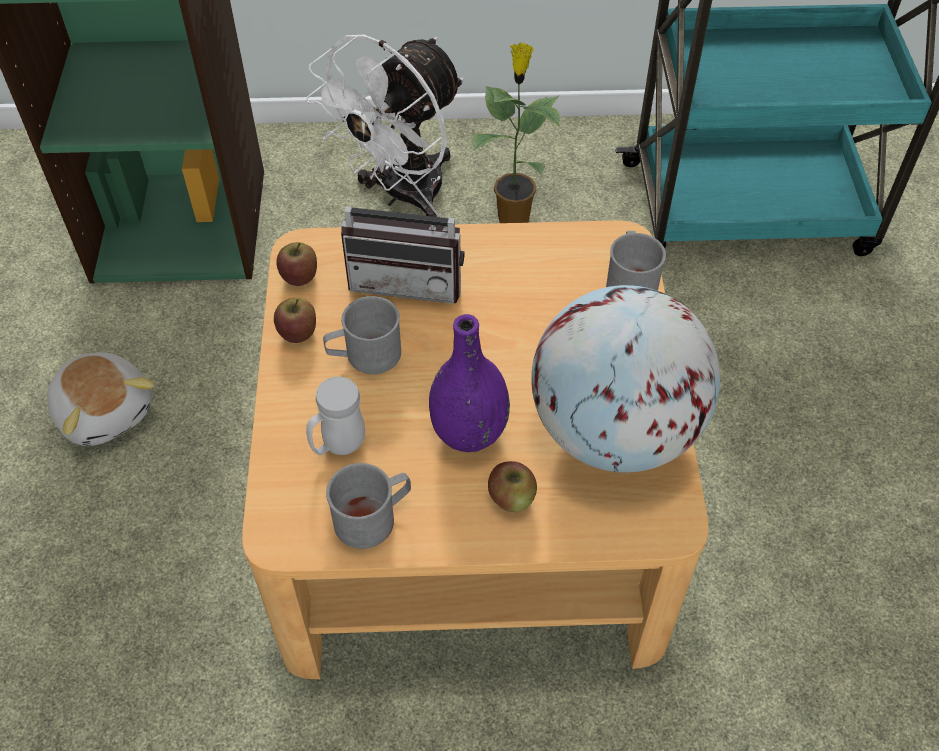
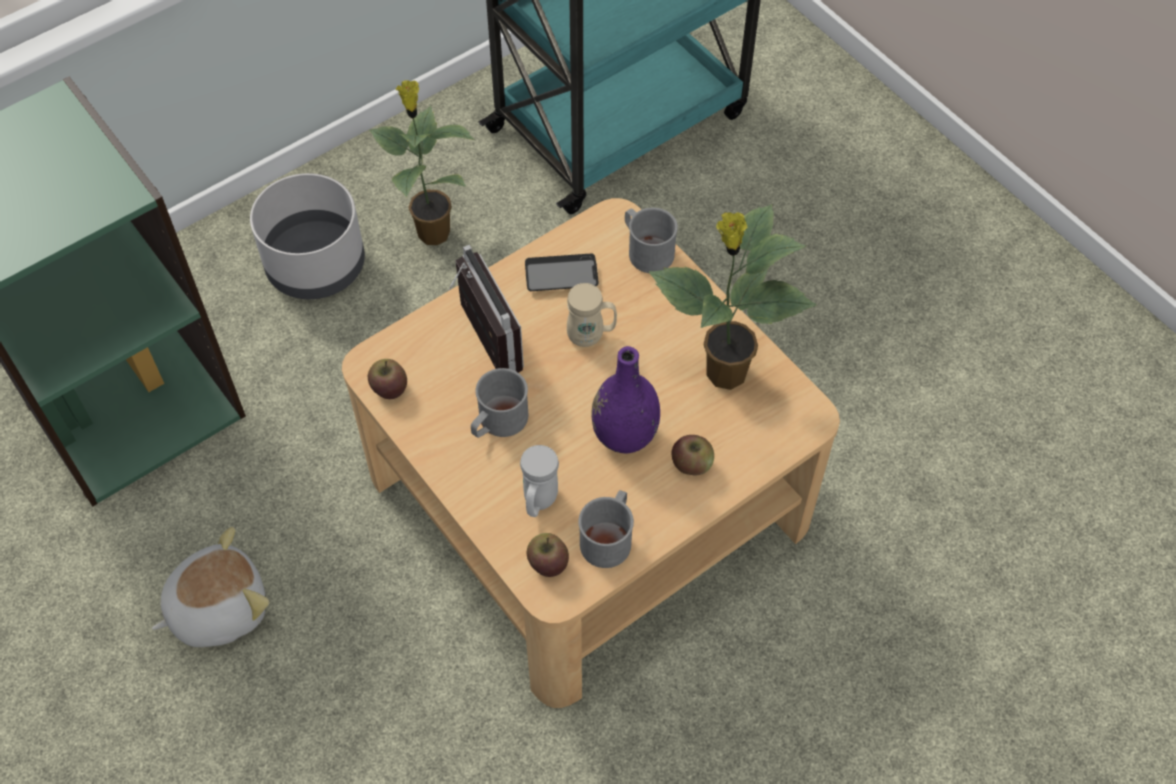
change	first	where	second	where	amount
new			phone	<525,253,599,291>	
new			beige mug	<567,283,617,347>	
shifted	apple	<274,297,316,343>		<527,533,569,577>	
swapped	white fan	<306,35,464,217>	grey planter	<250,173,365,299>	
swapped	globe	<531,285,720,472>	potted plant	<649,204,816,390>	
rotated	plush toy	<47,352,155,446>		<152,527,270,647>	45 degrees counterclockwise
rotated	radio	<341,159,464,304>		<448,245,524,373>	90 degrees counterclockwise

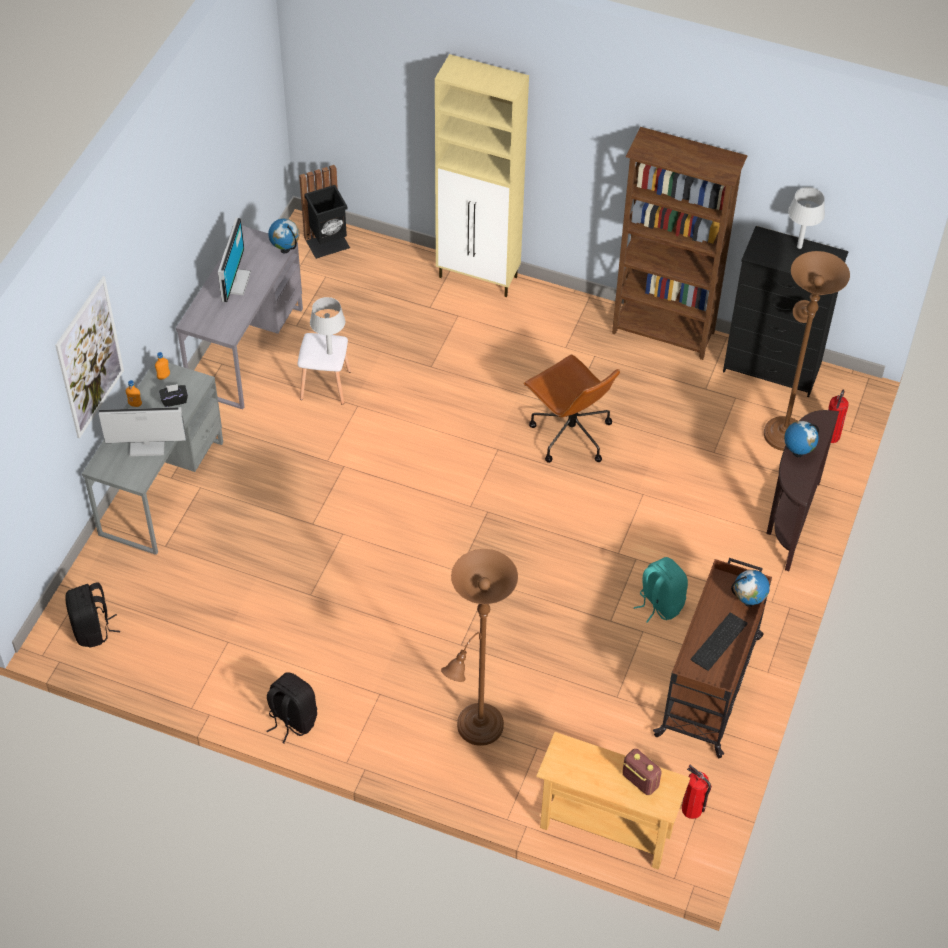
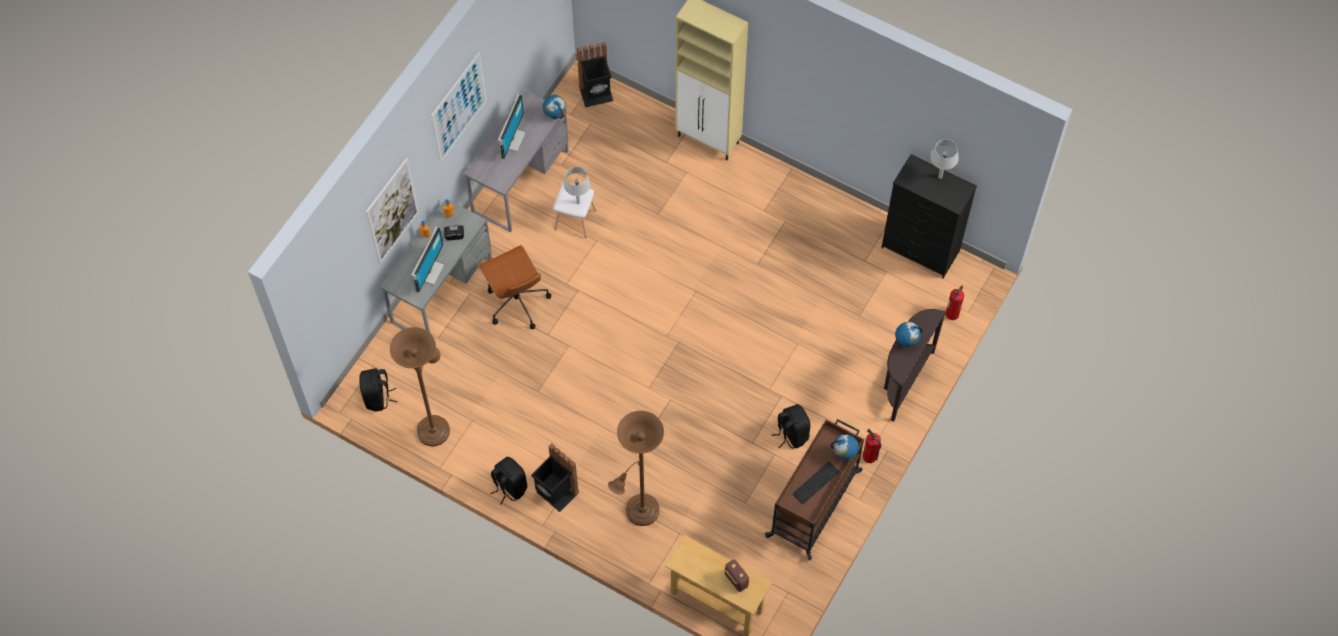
change	first	where	second	where	amount
gone	brown bookcase	<612,127,748,360>			
new			picture	<431,52,487,162>	
new			black trash can	<531,443,579,512>	
shifted	brown office chair	<523,355,620,463>		<479,245,551,329>	
shifted	fire extinguisher	<682,765,712,819>		<863,428,882,463>	
shifted	brown floor lamp	<764,251,850,451>		<390,327,450,446>	
repainted	turquoise backpack	<633,557,688,623>	black backpack	<771,404,810,449>	
rotated	monitor	<99,407,186,456>		<411,227,445,293>	105 degrees clockwise

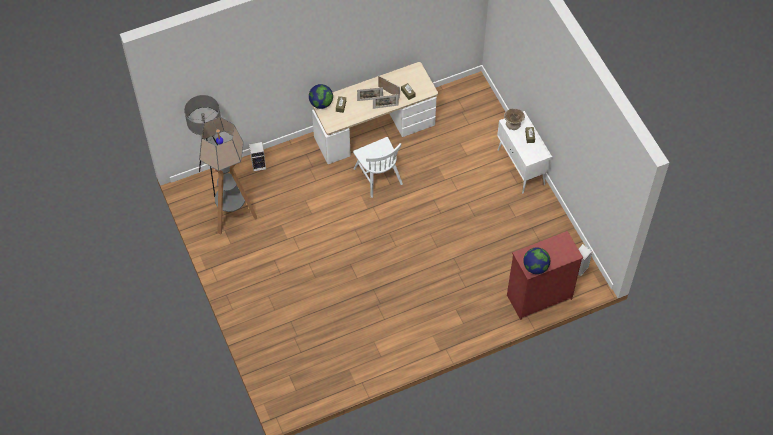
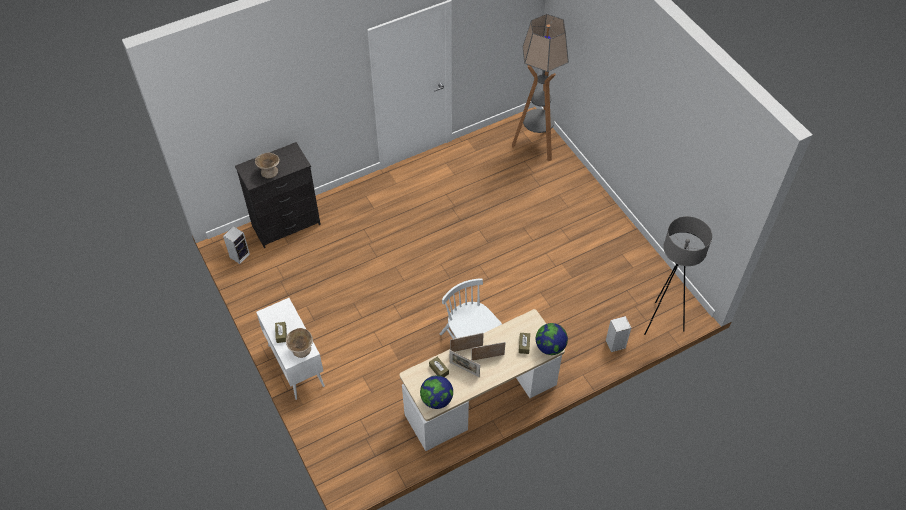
change	first	where	second	where	amount
new			beige bowl	<255,153,280,178>	
shifted	floor lamp	<199,117,257,234>		<512,14,569,162>	
shifted	globe	<523,247,550,274>		<420,375,453,409>	
repainted	red dresser	<507,231,583,320>	black dresser	<235,142,321,248>	

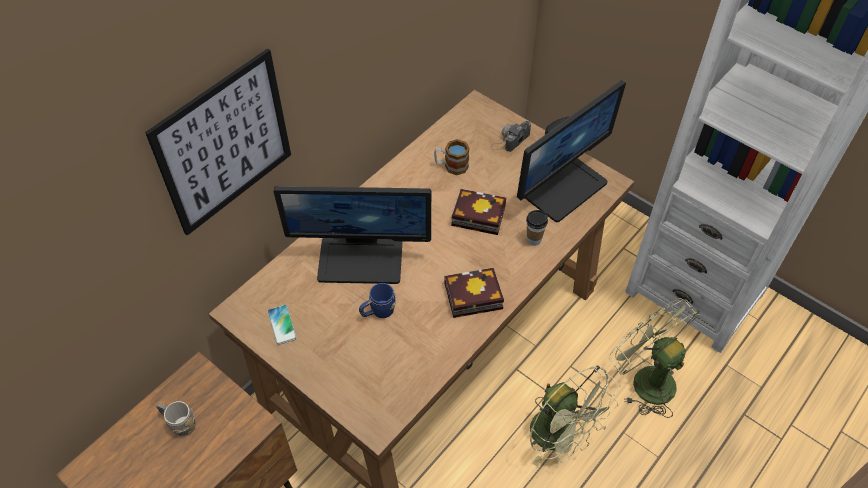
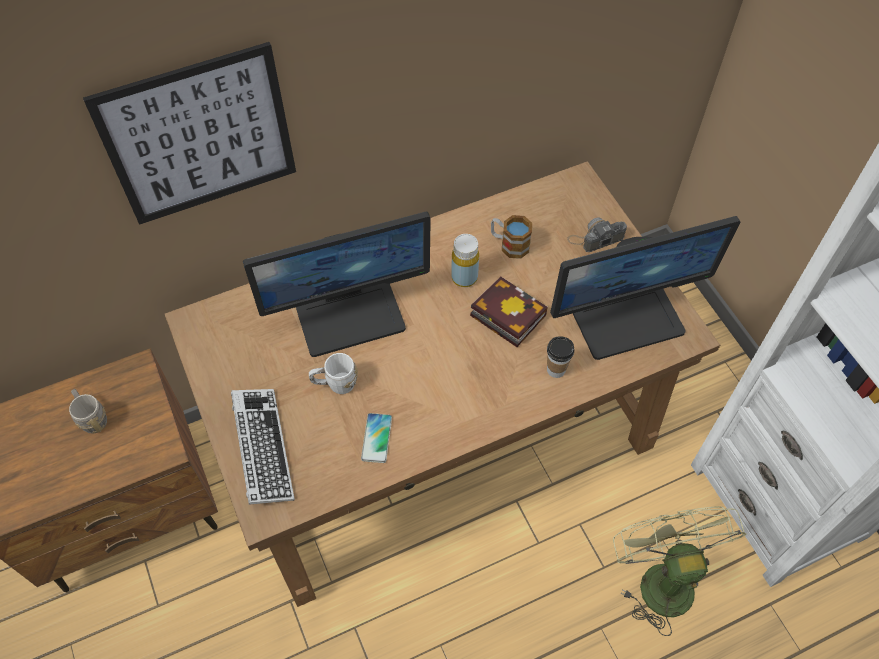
change	first	where	second	where	amount
gone	book	<444,268,504,318>			
gone	green fan	<530,365,620,467>			
new			keyboard	<231,389,295,505>	
new			yellow bottle	<451,234,479,287>	
shifted	phone	<267,305,297,345>		<361,413,392,463>	
repainted	blue mug	<359,283,396,318>	white mug	<309,353,358,394>	
rotated	monitor	<274,186,431,284>		<243,212,431,357>	45 degrees counterclockwise

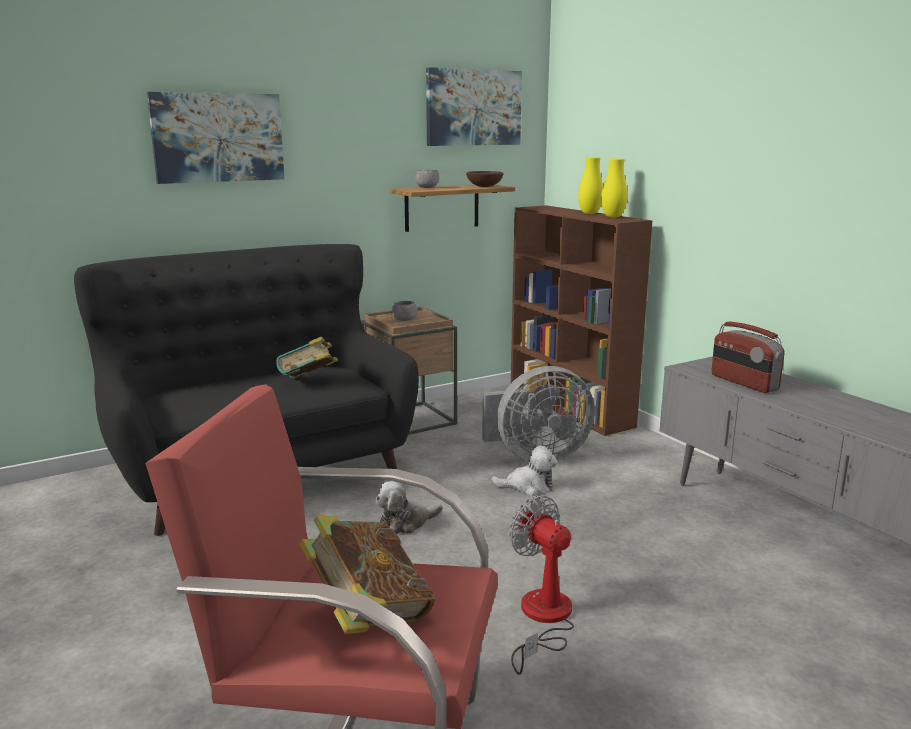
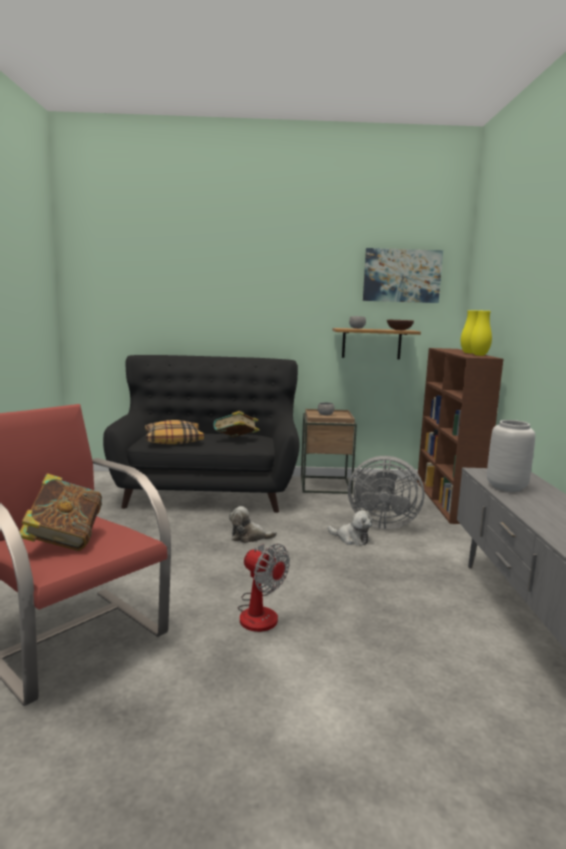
change	first	where	second	where	amount
gone	picture	<147,92,284,184>			
new			pillow	<145,420,204,445>	
swapped	radio	<711,322,785,393>	grey vase	<487,420,535,492>	
rotated	fan	<509,496,574,675>		<238,544,290,632>	135 degrees clockwise

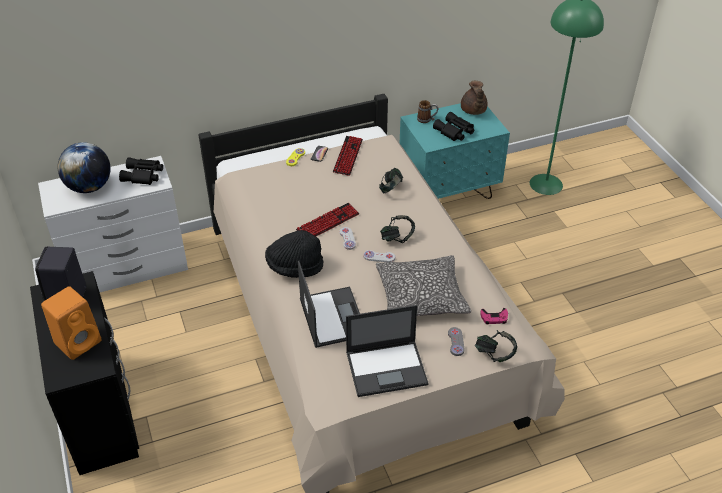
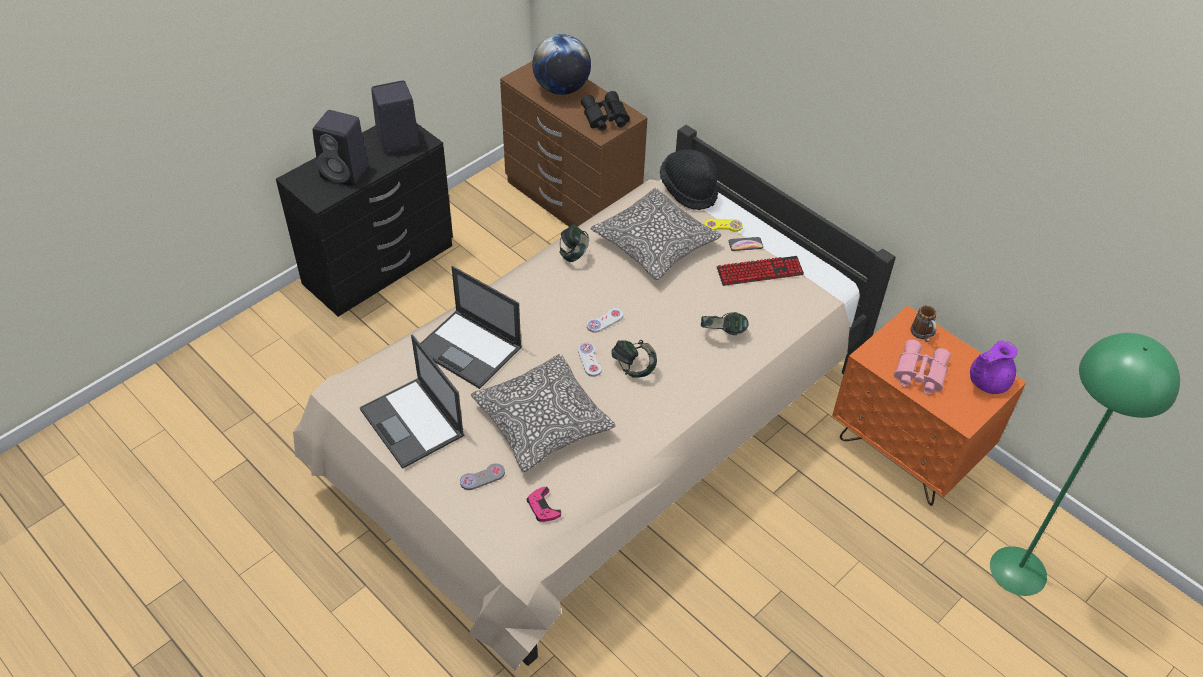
change	first	where	second	where	amount
gone	keyboard	<296,203,359,237>			
new			pillow	<590,188,722,280>	
shifted	black hat	<265,230,324,278>		<660,149,718,210>	
shifted	headphones	<475,330,517,362>		<559,224,589,262>	
repainted	white dresser	<38,156,188,292>	brown dresser	<500,61,647,227>	
repainted	orange speaker	<41,286,102,360>	black speaker	<313,110,368,186>	
repainted	turquoise nightstand	<400,103,510,199>	orange nightstand	<832,306,1026,506>	
repainted	black binoculars	<433,112,474,141>	pink binoculars	<894,339,951,394>	
repainted	brown teapot	<461,81,487,115>	purple teapot	<970,341,1018,394>	
rotated	laptop	<298,261,360,348>		<420,266,522,389>	75 degrees clockwise

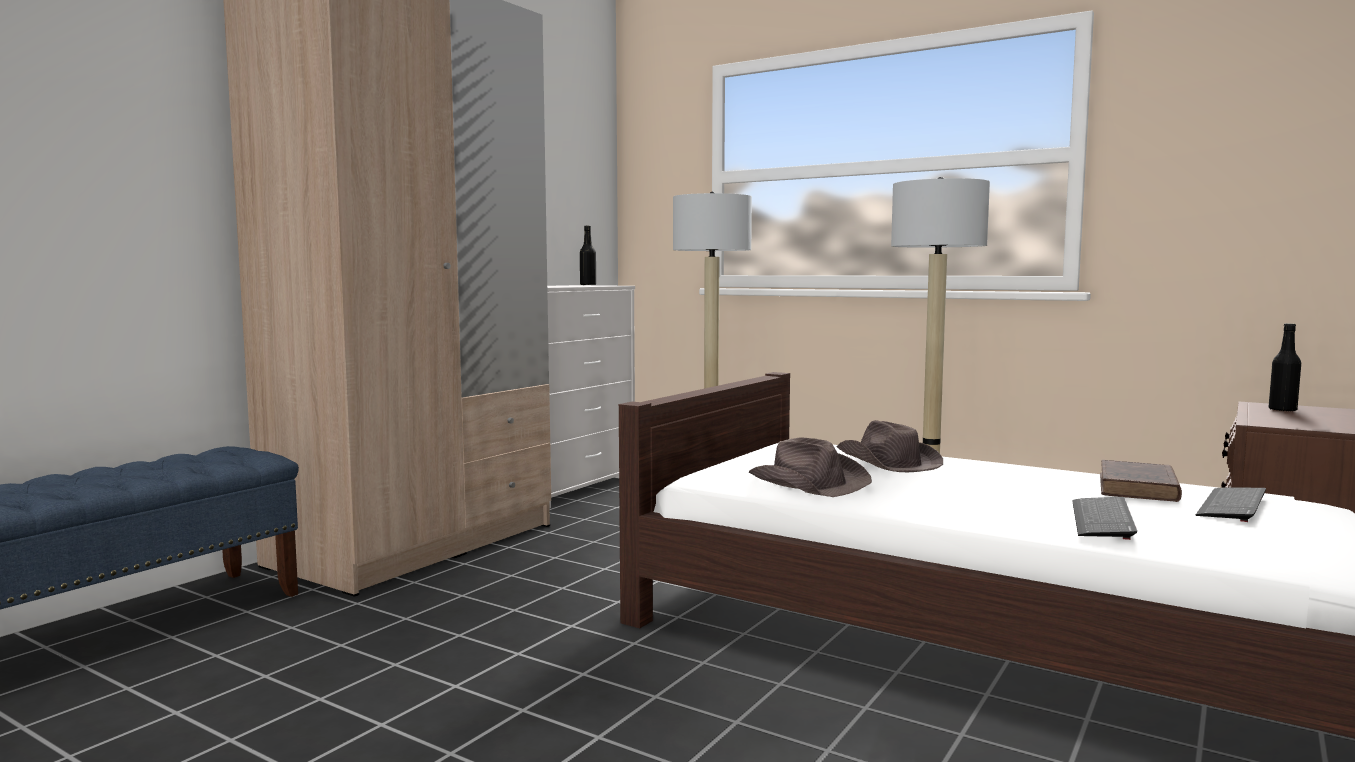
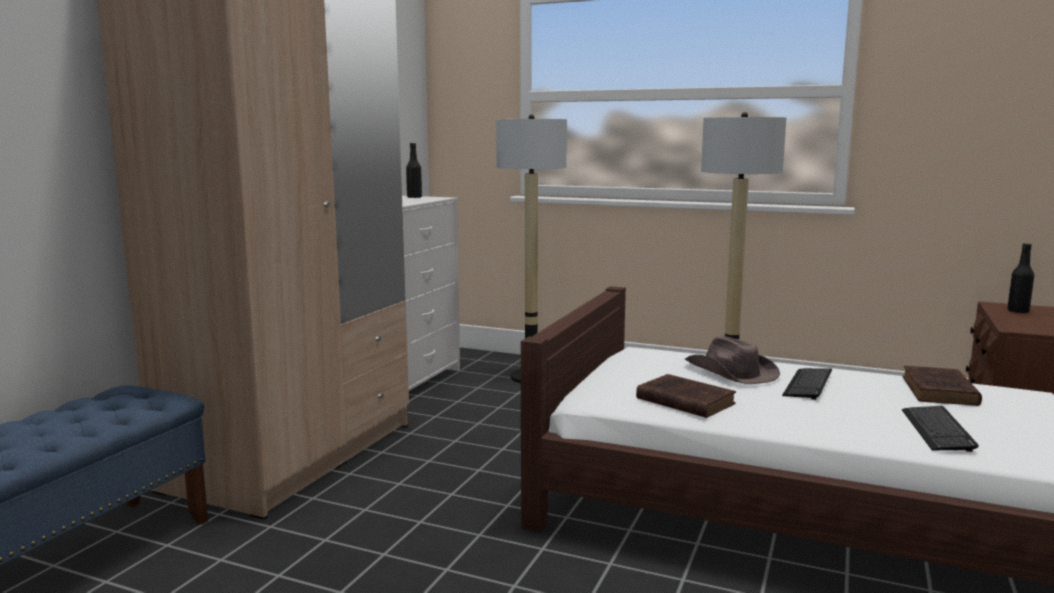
change	first	where	second	where	amount
shifted	keyboard	<1196,487,1266,522>		<782,368,832,400>	
swapped	brown hat	<749,437,872,497>	brown book	<636,374,736,418>	

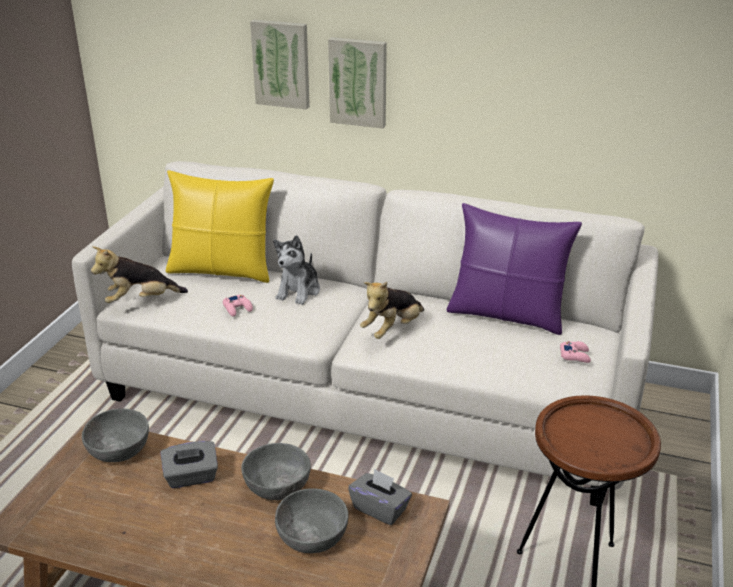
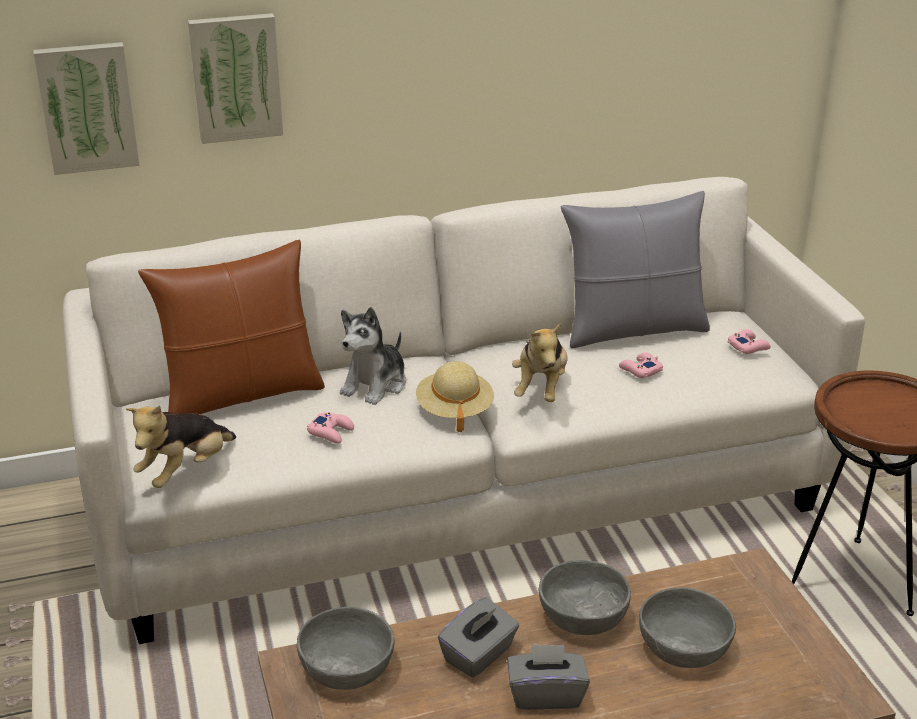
change	first	where	second	where	amount
new			beige hat	<416,361,494,433>	
new			pink game controller	<619,352,663,378>	
shifted	picture	<328,37,387,128>		<33,42,140,175>	
shifted	grey tissue box	<348,468,412,525>		<507,644,590,710>	
repainted	yellow pillow	<166,170,274,283>	brown pillow	<138,240,325,414>	
repainted	purple pillow	<447,203,582,335>	grey pillow	<560,191,710,348>	
rotated	plush toy	<273,235,320,305>		<340,307,406,405>	45 degrees clockwise

